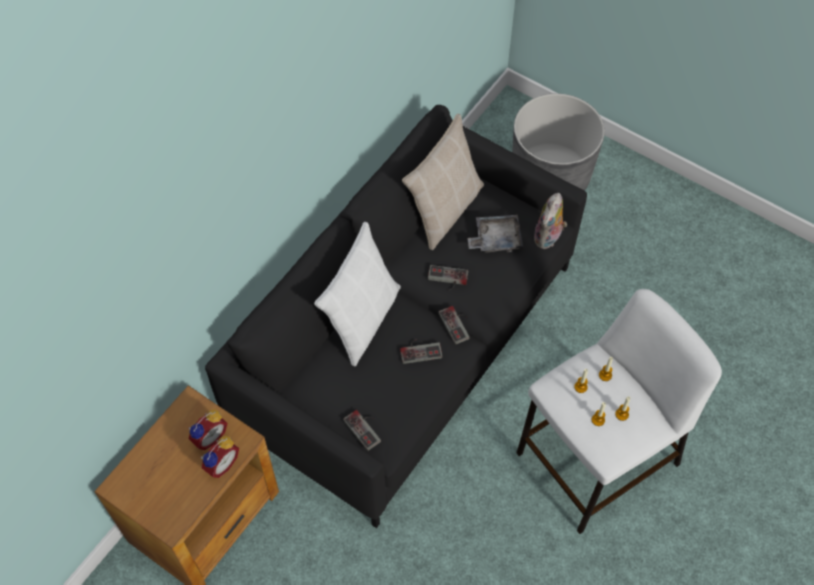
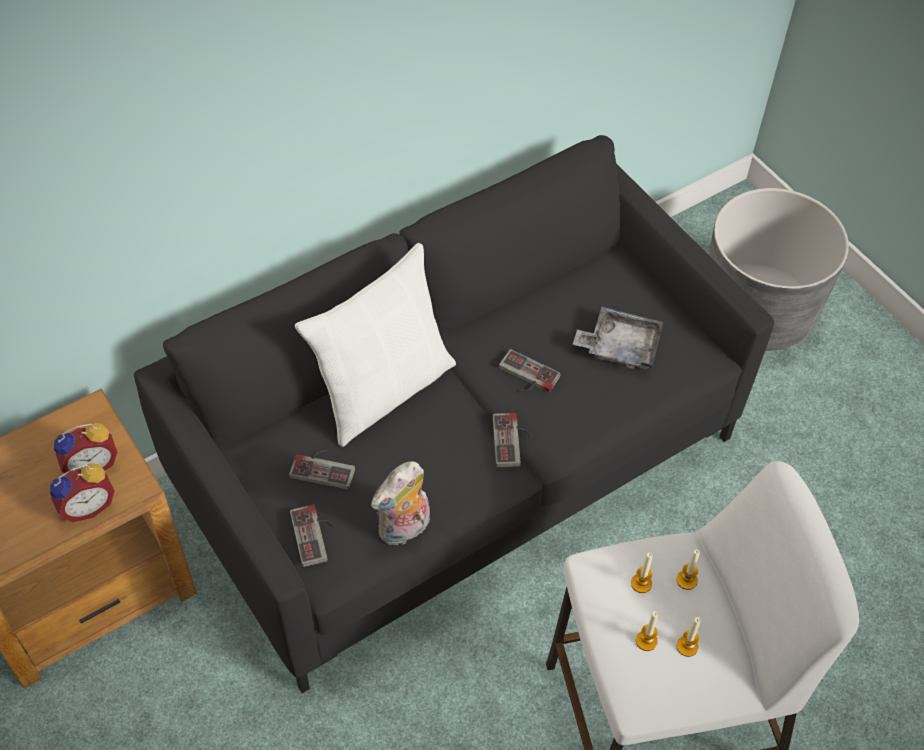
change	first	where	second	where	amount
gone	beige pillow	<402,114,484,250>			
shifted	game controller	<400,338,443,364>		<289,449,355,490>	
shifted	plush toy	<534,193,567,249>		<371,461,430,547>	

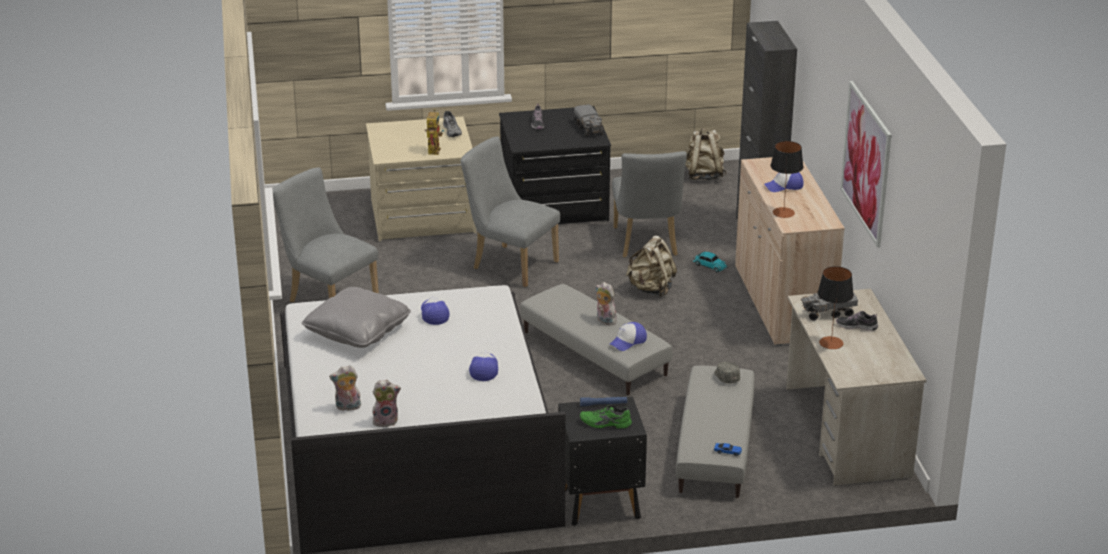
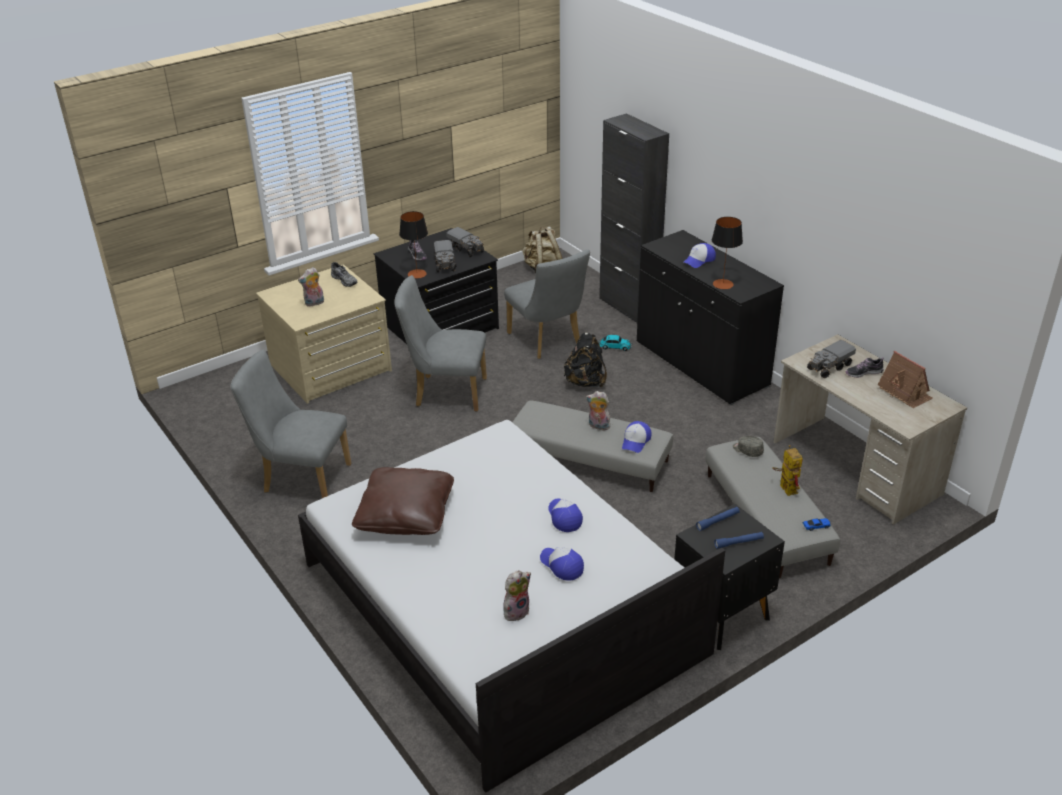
change	first	where	second	where	amount
gone	picture	<840,81,892,248>			
new			toy truck	<434,240,456,272>	
new			toy house	<878,351,933,408>	
shifted	plush toy	<329,365,361,411>		<298,267,324,307>	
shifted	cap	<421,296,450,325>		<540,547,584,581>	
shifted	toy robot	<425,109,444,155>		<772,445,803,496>	
shifted	table lamp	<818,266,854,349>		<399,211,428,279>	
swapped	green shoe	<579,405,632,429>	blue flashlight	<714,532,764,549>	
repainted	grey pillow	<302,287,411,348>	brown pillow	<352,467,454,535>	
repainted	beige backpack	<626,235,677,297>	black backpack	<564,333,607,387>	
repainted	beige cabinet	<735,157,845,346>	black cabinet	<637,230,784,405>	

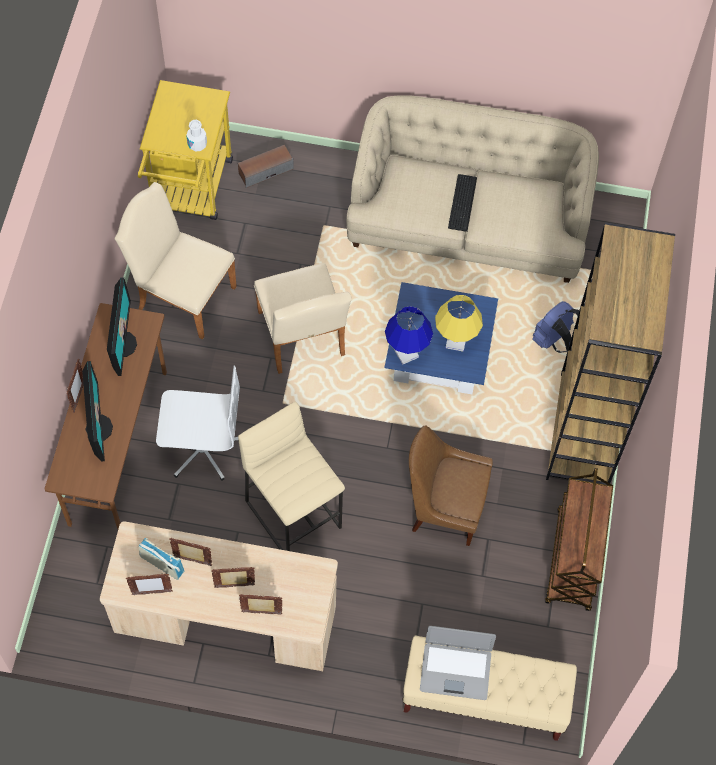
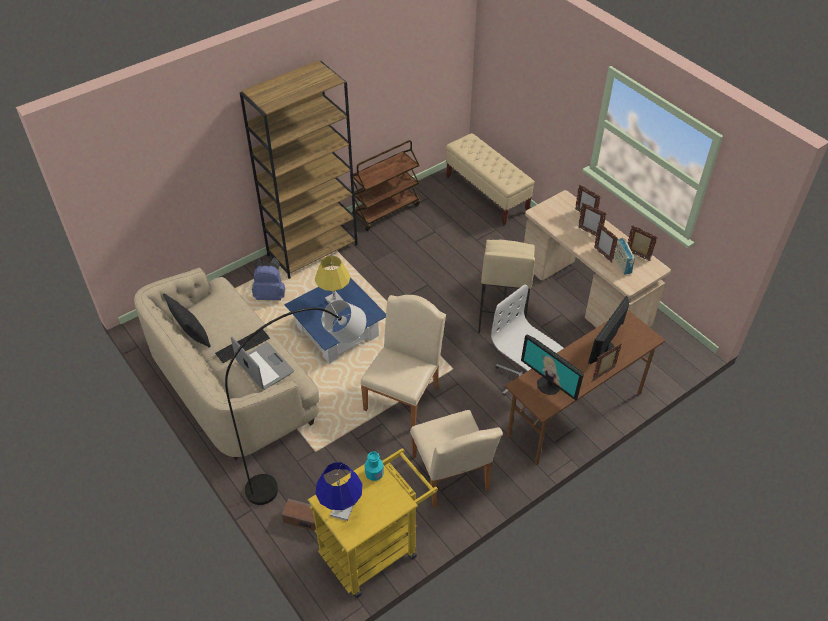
change	first	where	second	where	amount
gone	brown chair	<409,426,493,546>			
new			black pillow	<163,293,211,347>	
new			grey floor lamp	<225,300,366,505>	
shifted	blue table lamp	<385,306,433,365>		<315,462,363,521>	
shifted	laptop	<420,626,496,700>		<231,337,294,390>	
repainted	white bottle	<186,120,207,152>	turquoise bottle	<364,452,384,481>	
rotated	monitor	<107,277,137,376>		<521,335,584,400>	90 degrees counterclockwise

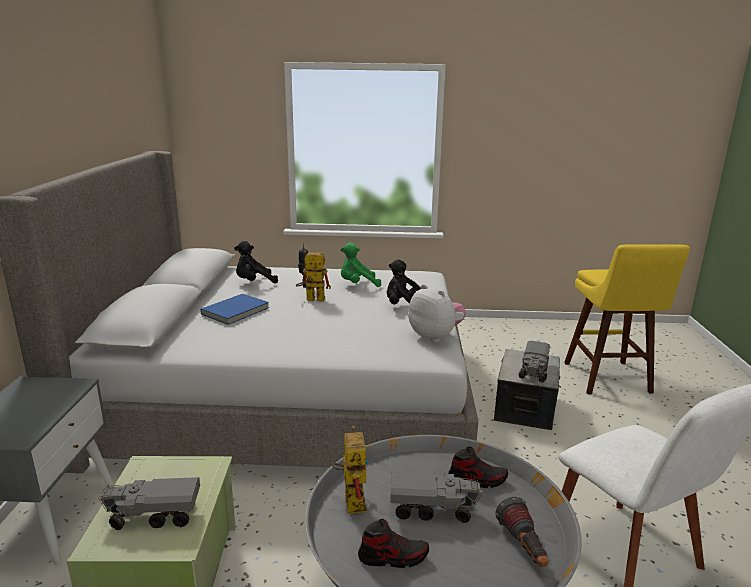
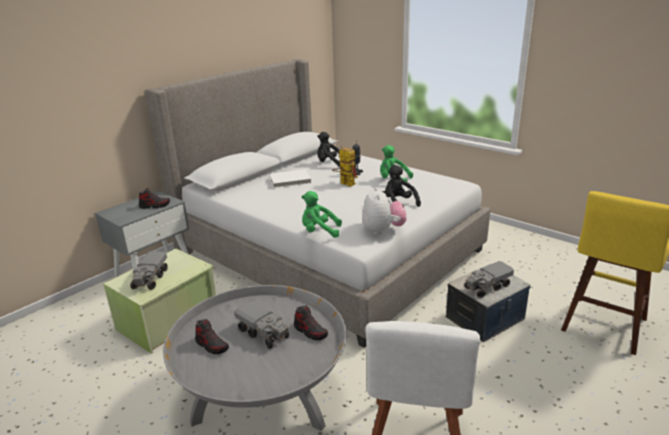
change	first	where	second	where	amount
gone	toy robot	<331,426,369,514>			
gone	flashlight	<495,497,548,567>			
new			shoe	<139,188,170,209>	
new			green plush toy	<302,191,342,238>	
repainted	blue book	<200,294,269,325>	white book	<269,169,311,188>	
rotated	toy truck	<99,477,200,530>		<130,251,168,290>	120 degrees counterclockwise

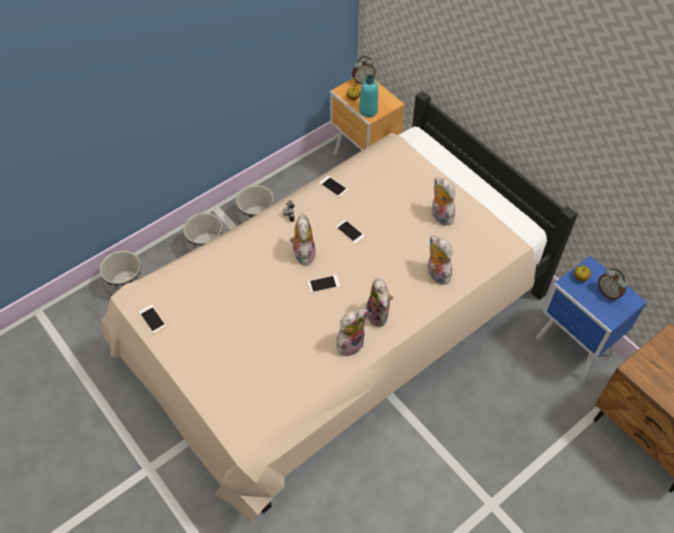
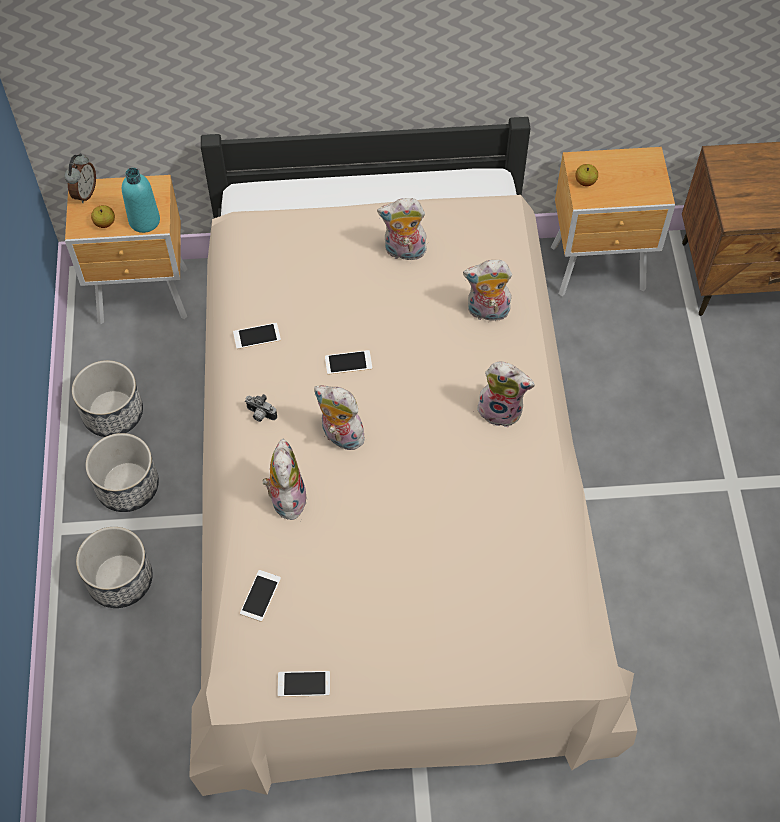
change	first	where	second	where	amount
gone	alarm clock	<598,268,628,301>			
shifted	planter	<100,251,145,296>		<72,360,143,437>	
shifted	phone	<308,275,340,293>		<240,570,281,622>	
shifted	plush toy	<337,309,368,356>		<262,439,307,520>	
repainted	blue nightstand	<536,256,647,380>	brown nightstand	<551,147,675,296>	

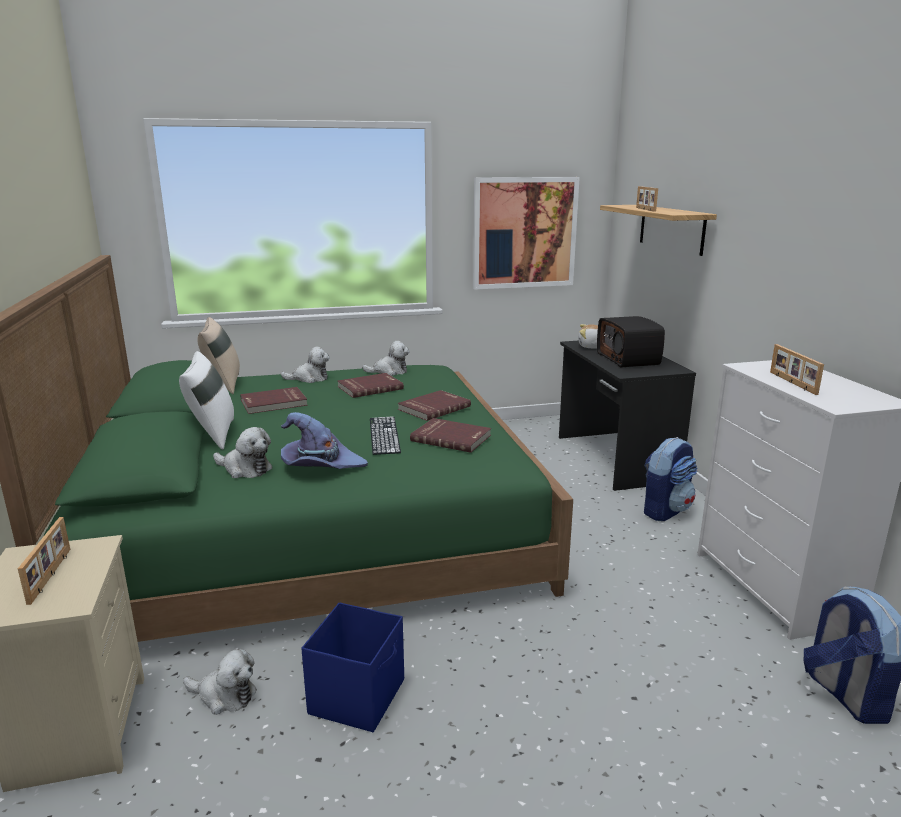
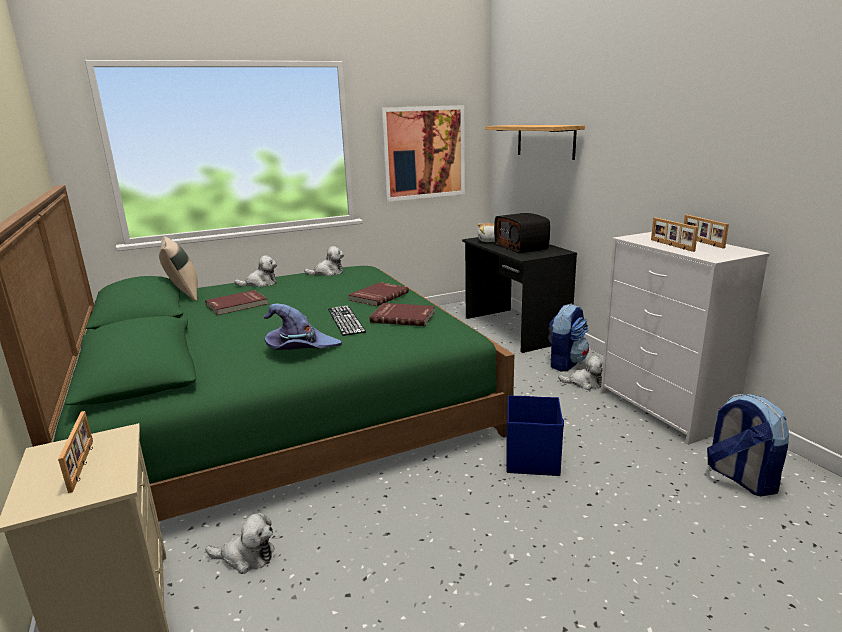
change	first	where	second	where	amount
gone	white pillow	<179,351,234,450>			
gone	red book	<338,373,404,398>			
shifted	plush toy	<213,427,272,478>		<558,356,603,390>	
shifted	blue storage box	<301,602,404,732>		<506,395,564,476>	
shifted	picture frame	<636,186,658,211>		<684,215,729,249>	

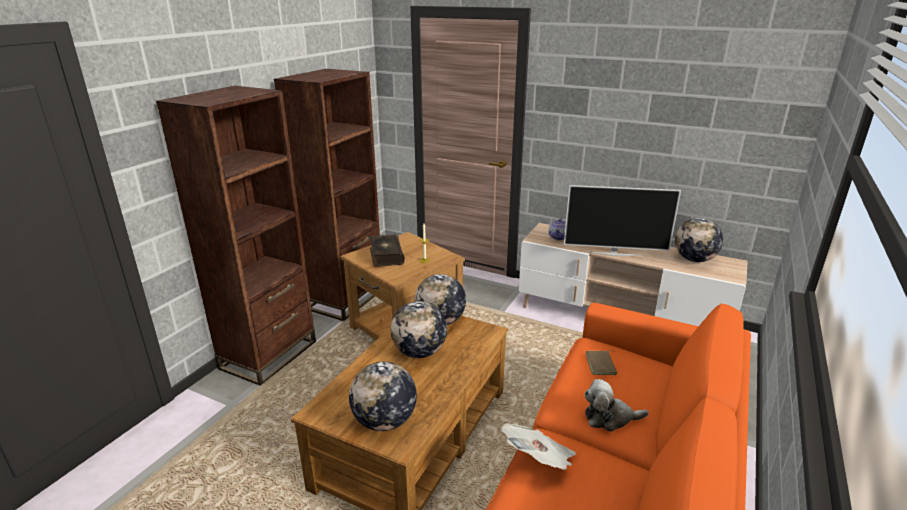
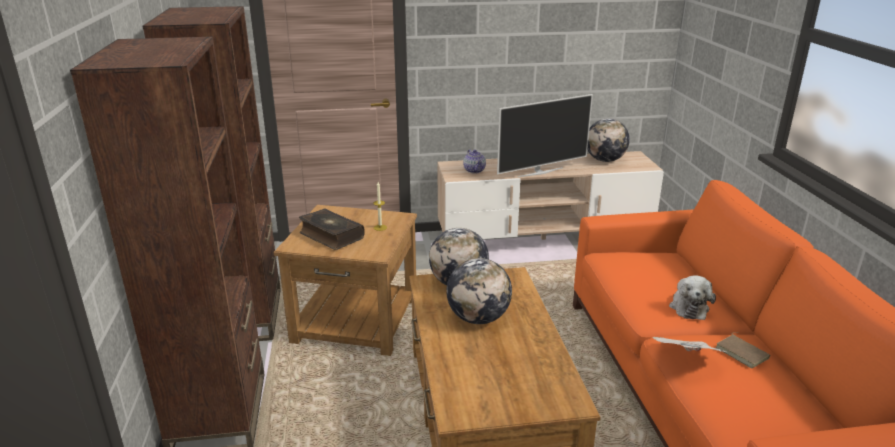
change	first	where	second	where	amount
gone	globe	<349,362,417,431>			
shifted	brown book	<586,350,617,375>		<716,332,770,369>	
rotated	plush toy	<584,379,649,432>		<669,275,716,320>	45 degrees counterclockwise

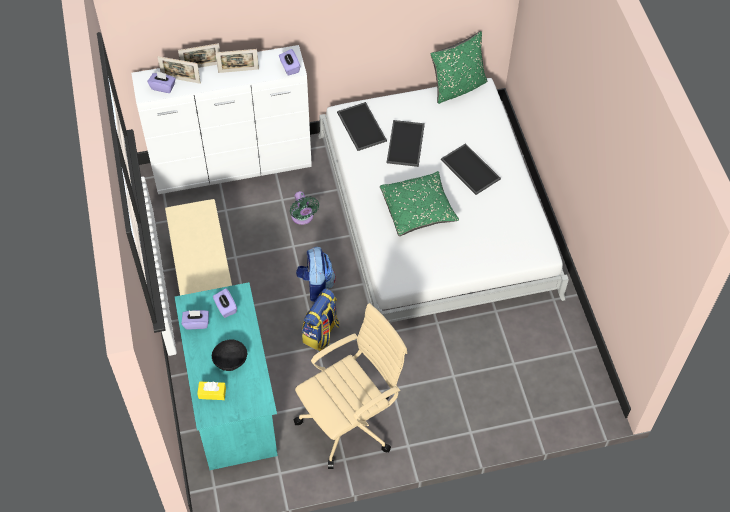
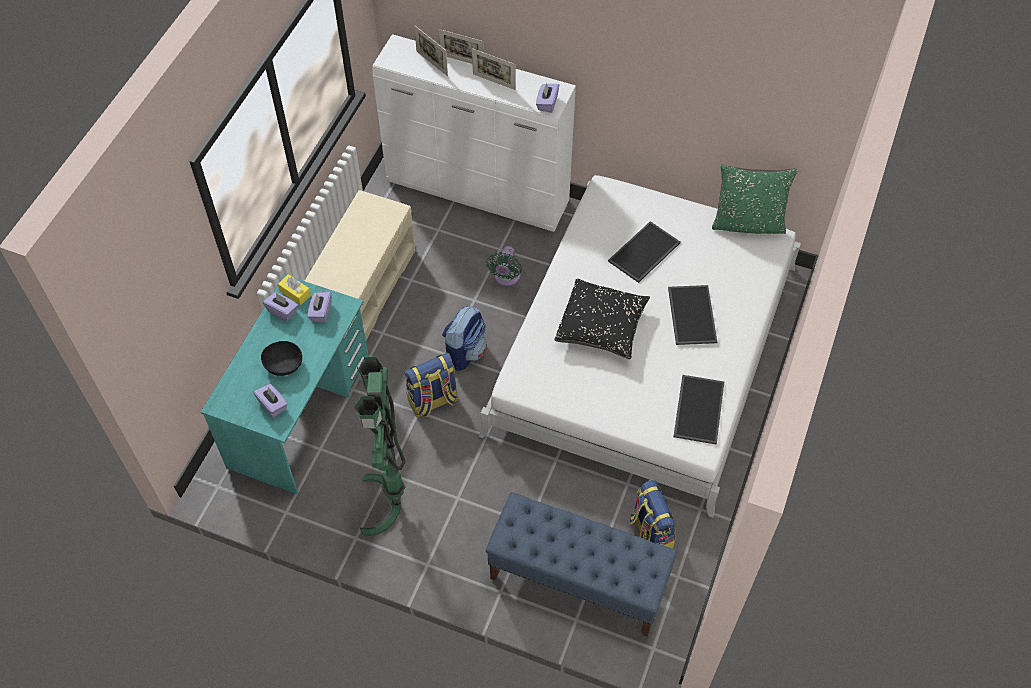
change	first	where	second	where	amount
new			blue bench	<485,492,677,637>	
new			backpack	<629,480,676,549>	
shifted	purple tissue box	<147,72,176,93>		<253,384,288,417>	
shifted	yellow tissue box	<197,381,226,400>		<278,274,311,305>	
shifted	tray	<337,102,387,151>		<673,375,724,444>	
swapped	beige office chair	<294,303,407,469>	green floor lamp	<354,357,406,536>	
repainted	green pillow	<380,171,459,236>	black pillow	<554,279,650,359>	

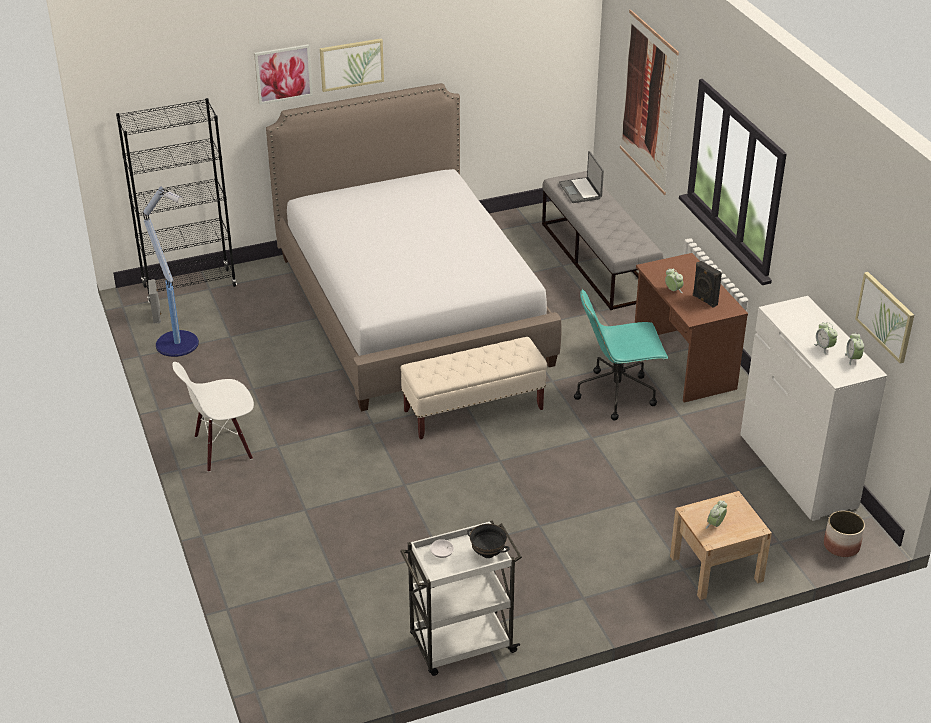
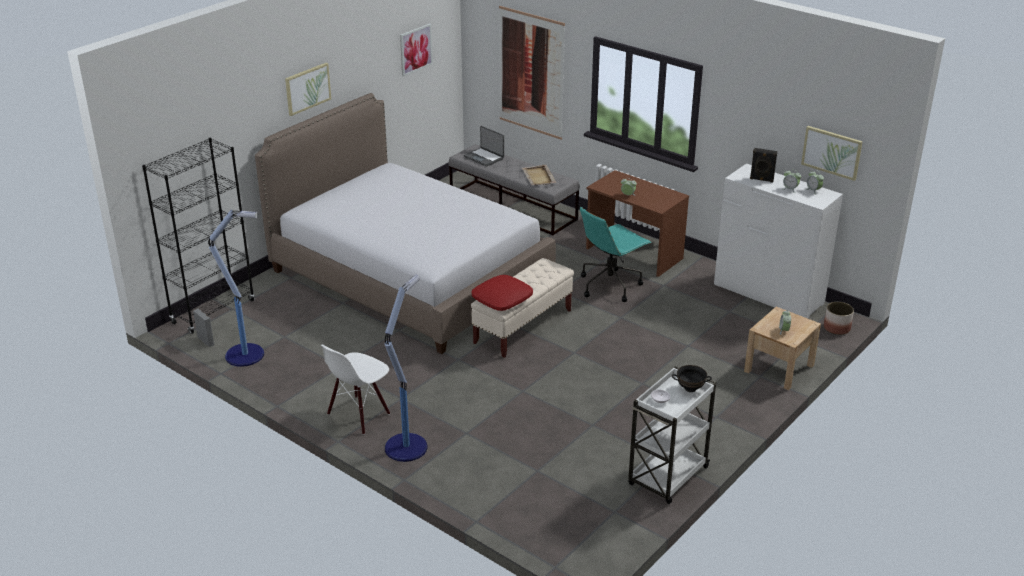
change	first	where	second	where	amount
new			floor lamp	<384,275,427,462>	
new			red pillow	<472,275,533,311>	
new			beige tray	<522,165,556,185>	
shifted	picture	<254,44,313,105>		<400,23,433,76>	
shifted	black speaker	<693,261,722,308>		<750,148,777,182>	

